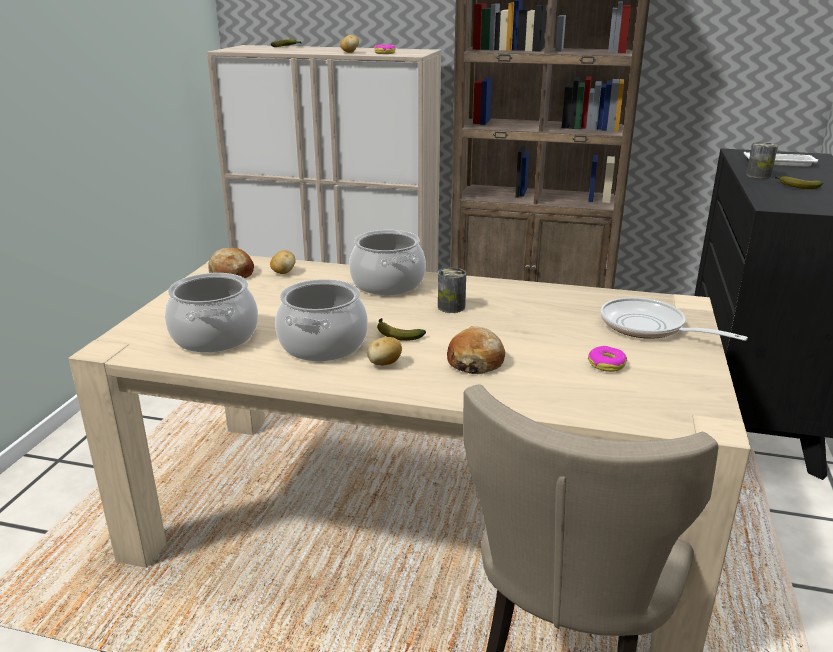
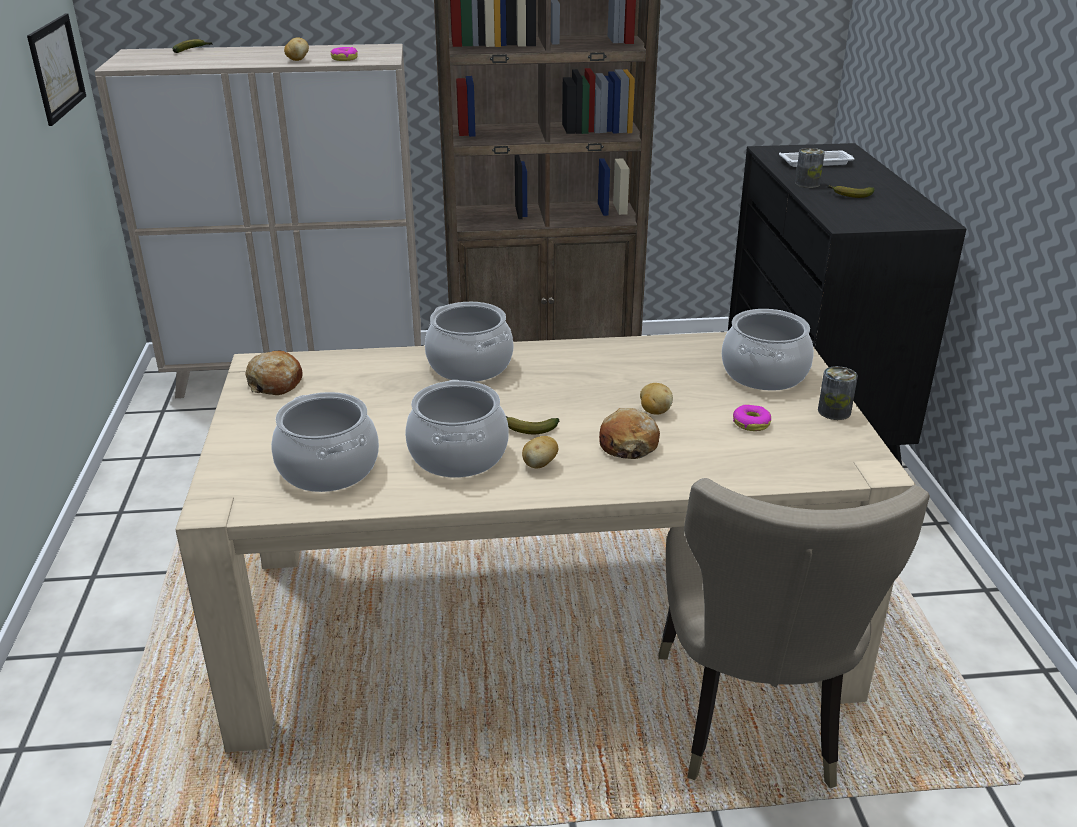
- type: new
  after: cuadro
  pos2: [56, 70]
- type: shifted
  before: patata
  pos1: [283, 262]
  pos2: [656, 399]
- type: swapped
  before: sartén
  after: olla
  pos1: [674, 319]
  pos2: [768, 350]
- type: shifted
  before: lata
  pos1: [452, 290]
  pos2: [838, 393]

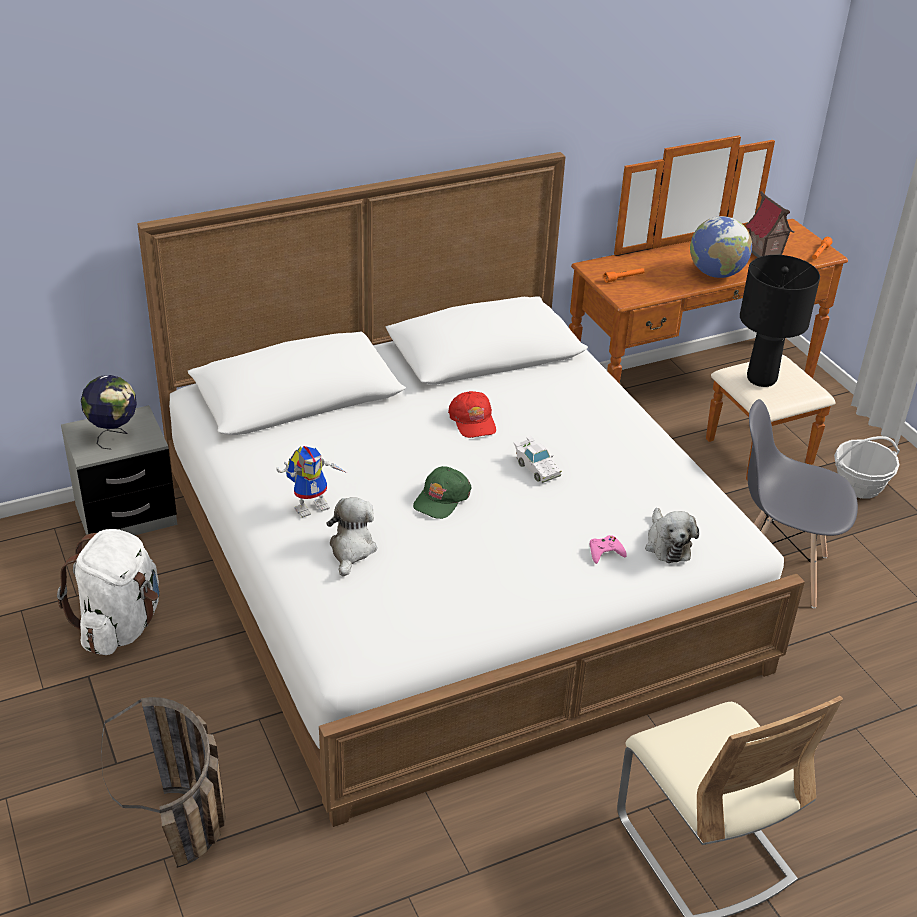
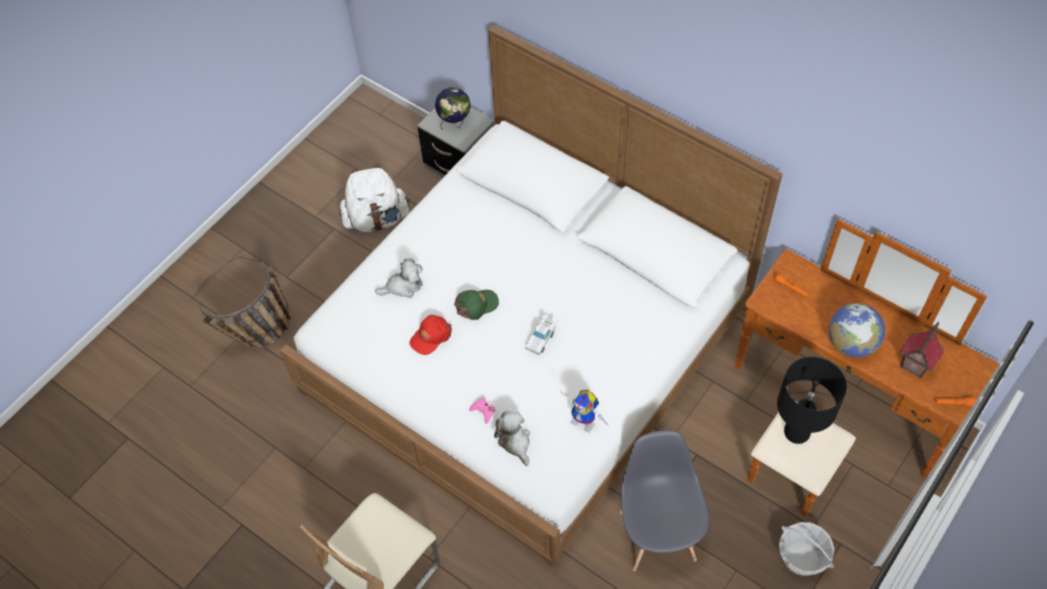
- type: shifted
  before: gorra (rojo)
  pos1: [472, 414]
  pos2: [431, 335]
- type: rotated
  before: gorra (verde)
  pos1: [442, 492]
  pos2: [476, 305]
  turn: 150
- type: rotated
  before: peluche
  pos1: [672, 535]
  pos2: [512, 438]
  turn: 105
- type: shifted
  before: robot de juguete
  pos1: [311, 482]
  pos2: [585, 410]

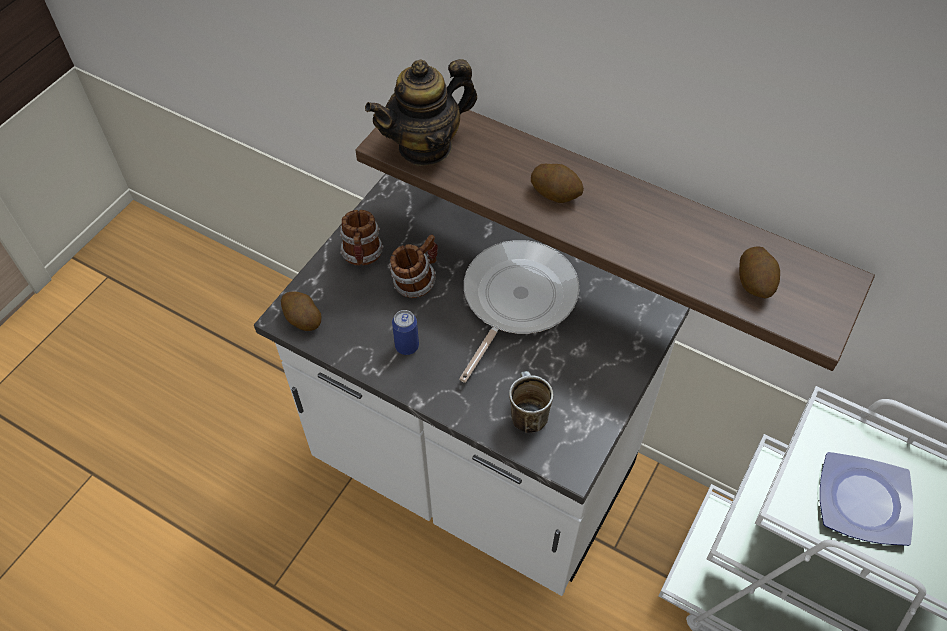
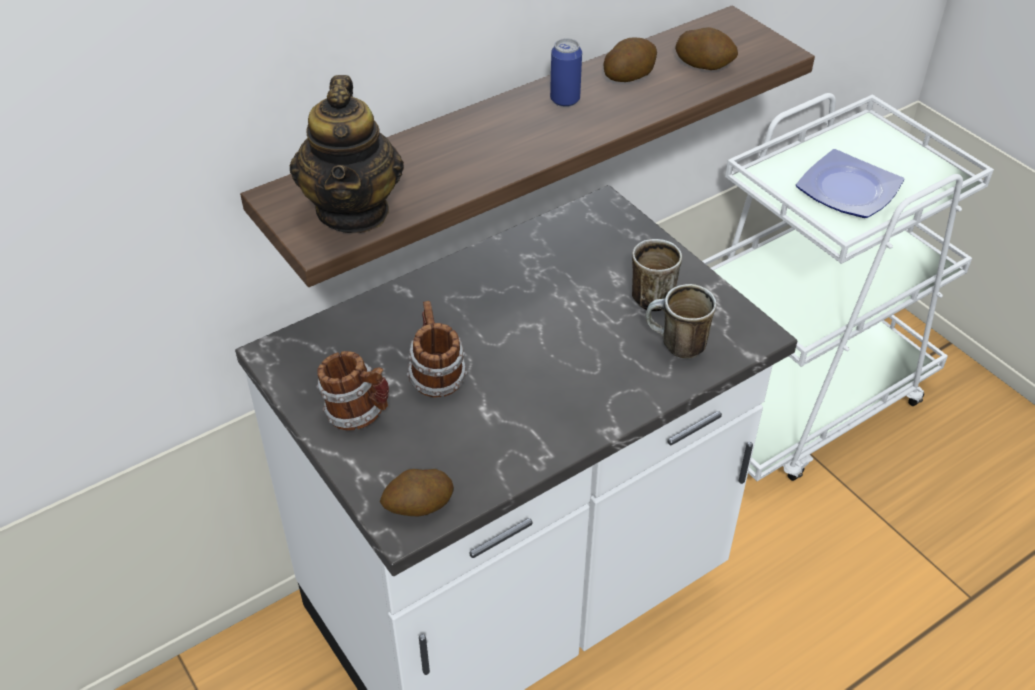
- type: shifted
  before: lata
  pos1: [405, 332]
  pos2: [566, 72]
- type: shifted
  before: patata
  pos1: [557, 183]
  pos2: [630, 59]
- type: new
  after: taza grande
  pos2: [657, 275]
- type: gone
  before: sartén
  pos1: [519, 311]

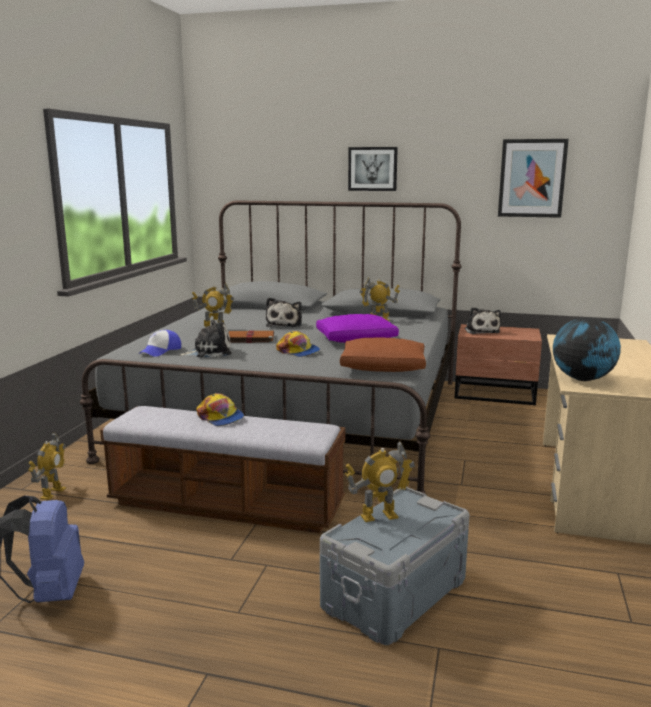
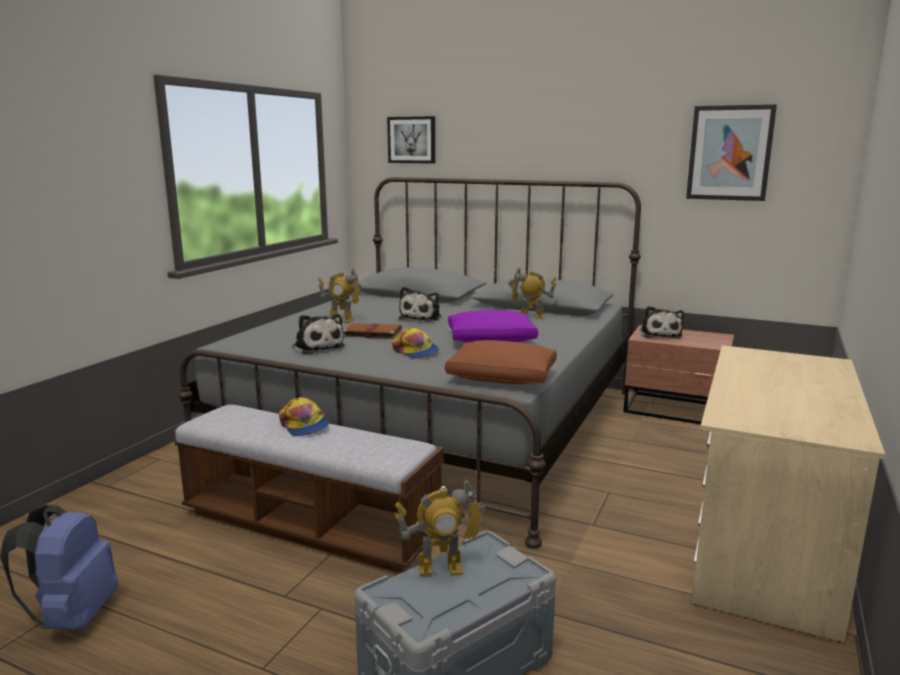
- type: rotated
  before: peluche
  pos1: [205, 339]
  pos2: [318, 334]
  turn: 60
- type: shifted
  before: cuadro
  pos1: [373, 169]
  pos2: [411, 140]
- type: gone
  before: robot de juguete
  pos1: [47, 466]
- type: gone
  before: gorra
  pos1: [160, 343]
- type: gone
  before: globo terráqueo
  pos1: [587, 349]

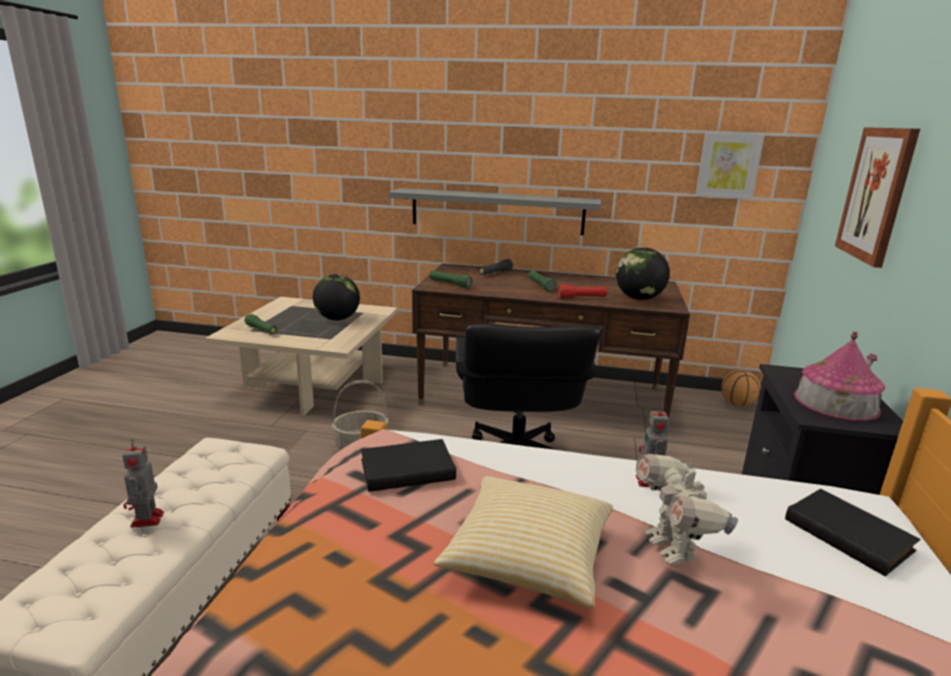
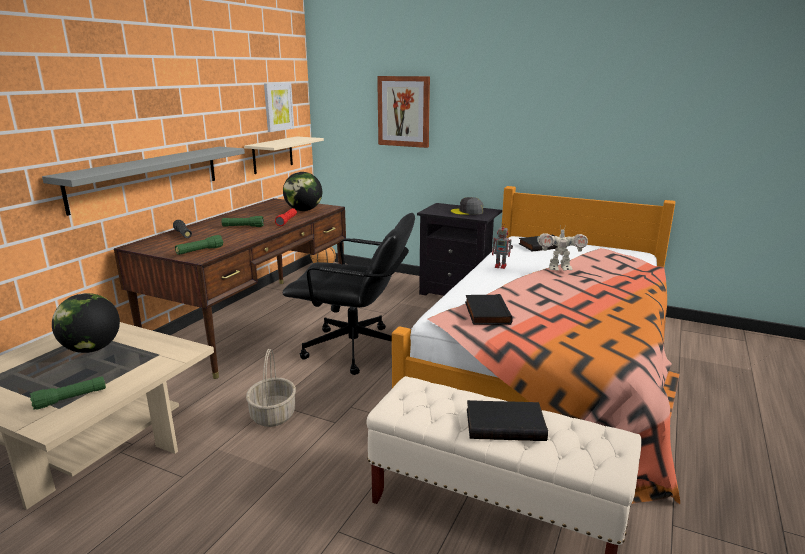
- type: new
  after: estante (beis)
  pos2: [284, 155]
- type: swapped
  before: casita
  after: gorra (gris)
  pos1: [840, 376]
  pos2: [467, 206]
- type: swapped
  before: robot de juguete
  after: libro (negro)
  pos1: [143, 483]
  pos2: [507, 420]
- type: gone
  before: cojín
  pos1: [523, 542]

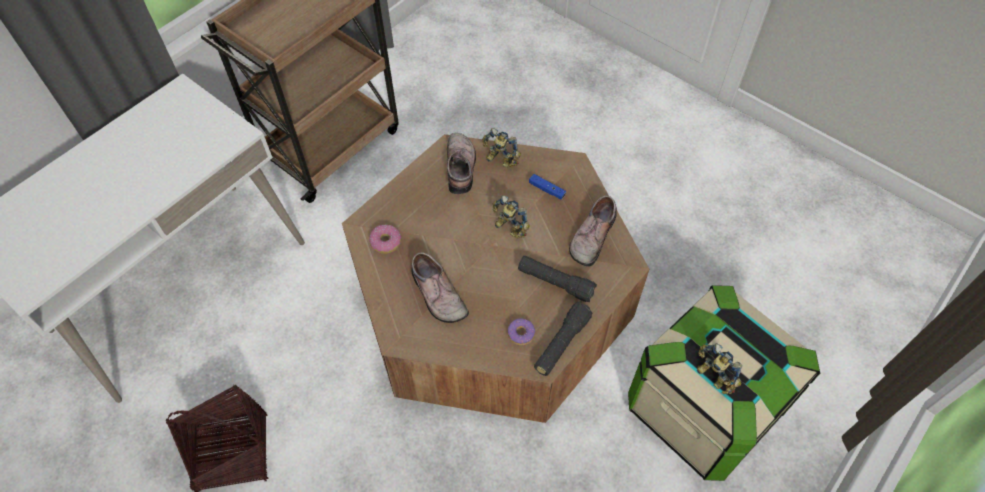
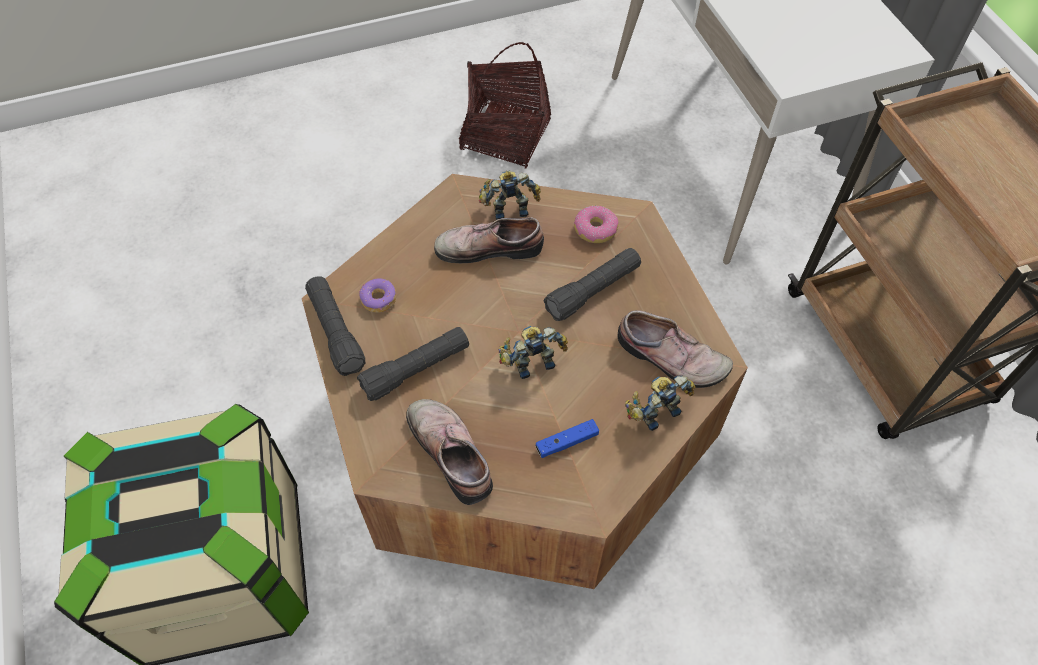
- type: shifted
  before: robot de juguete
  pos1: [719, 368]
  pos2: [510, 195]
- type: new
  after: linterna (negro)
  pos2: [592, 284]

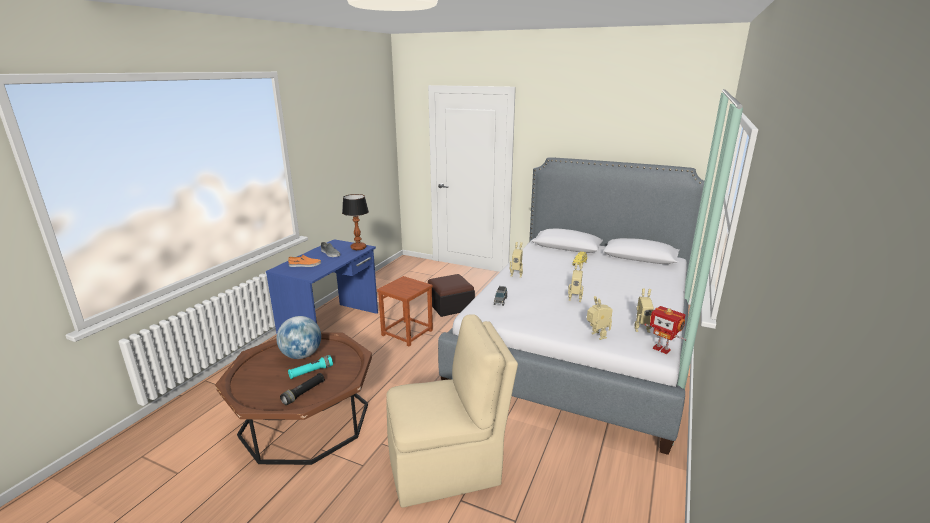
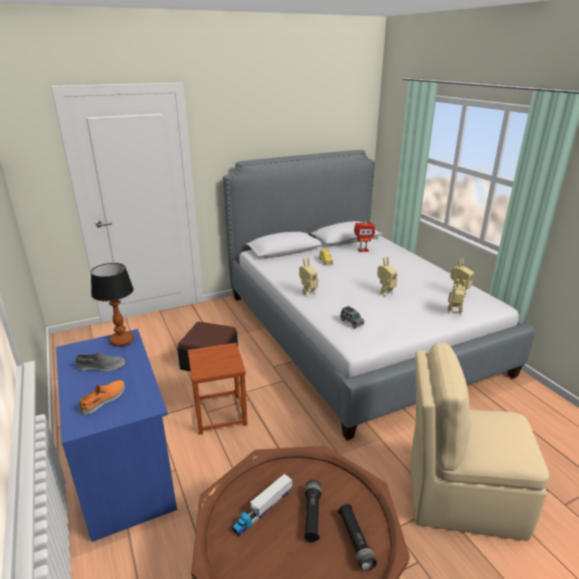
- type: swapped
  before: globo terráqueo
  after: camión de juguete
  pos1: [298, 337]
  pos2: [262, 505]
- type: repainted
  before: linterna (turquesa)
  after: linterna (negro)
  pos1: [310, 367]
  pos2: [312, 511]
- type: shifted
  before: robot de juguete
  pos1: [665, 330]
  pos2: [364, 237]
- type: rotated
  before: silla (beis)
  pos1: [452, 411]
  pos2: [479, 442]
  turn: -105

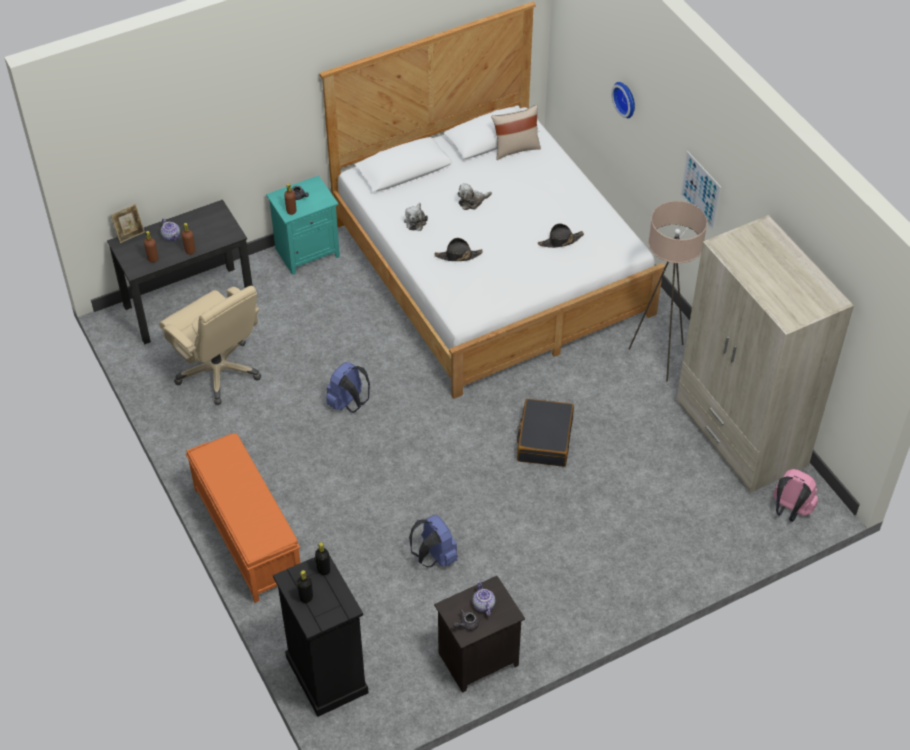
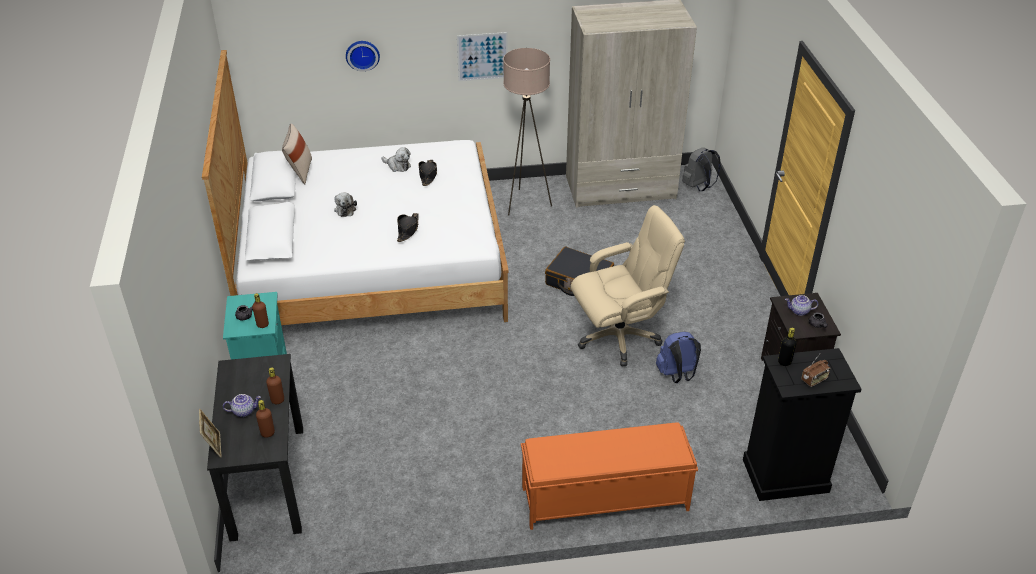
- type: shifted
  before: peluche
  pos1: [416, 217]
  pos2: [396, 159]
- type: shifted
  before: silla de oficina (beis)
  pos1: [210, 345]
  pos2: [628, 285]
- type: repainted
  before: mochila (rosa)
  after: mochila (gris)
  pos1: [795, 495]
  pos2: [701, 169]
- type: swapped
  before: botella (negro)
  after: radio
  pos1: [305, 586]
  pos2: [815, 370]
- type: gone
  before: mochila (azul)
  pos1: [348, 387]

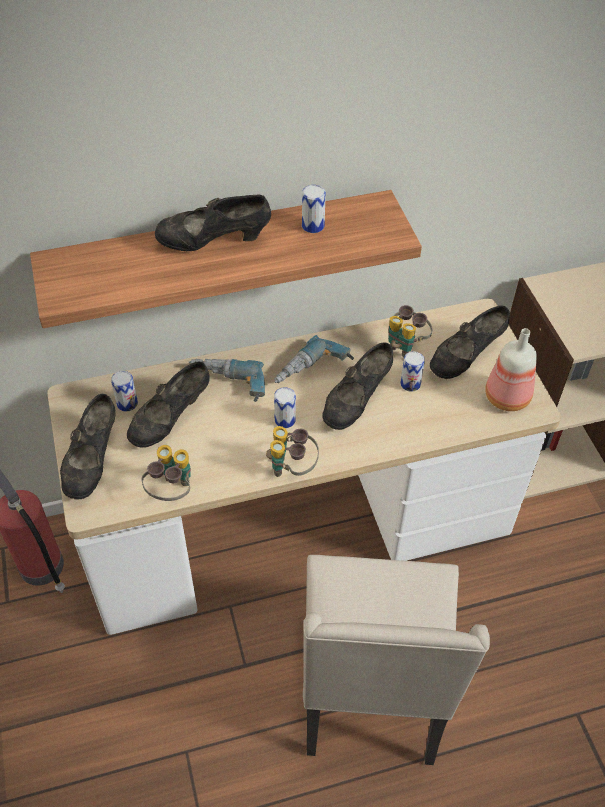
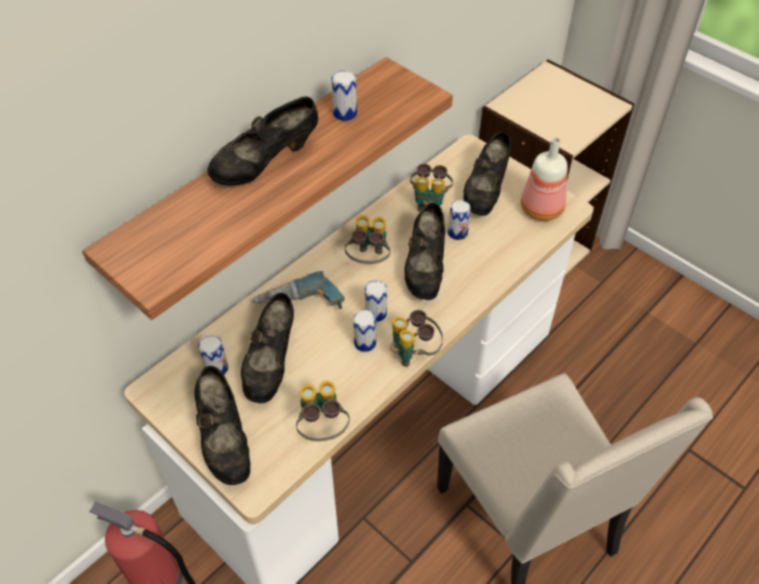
- type: swapped
  before: taladro
  after: prismáticos
  pos1: [314, 359]
  pos2: [367, 239]
- type: new
  after: lata
  pos2: [364, 331]

